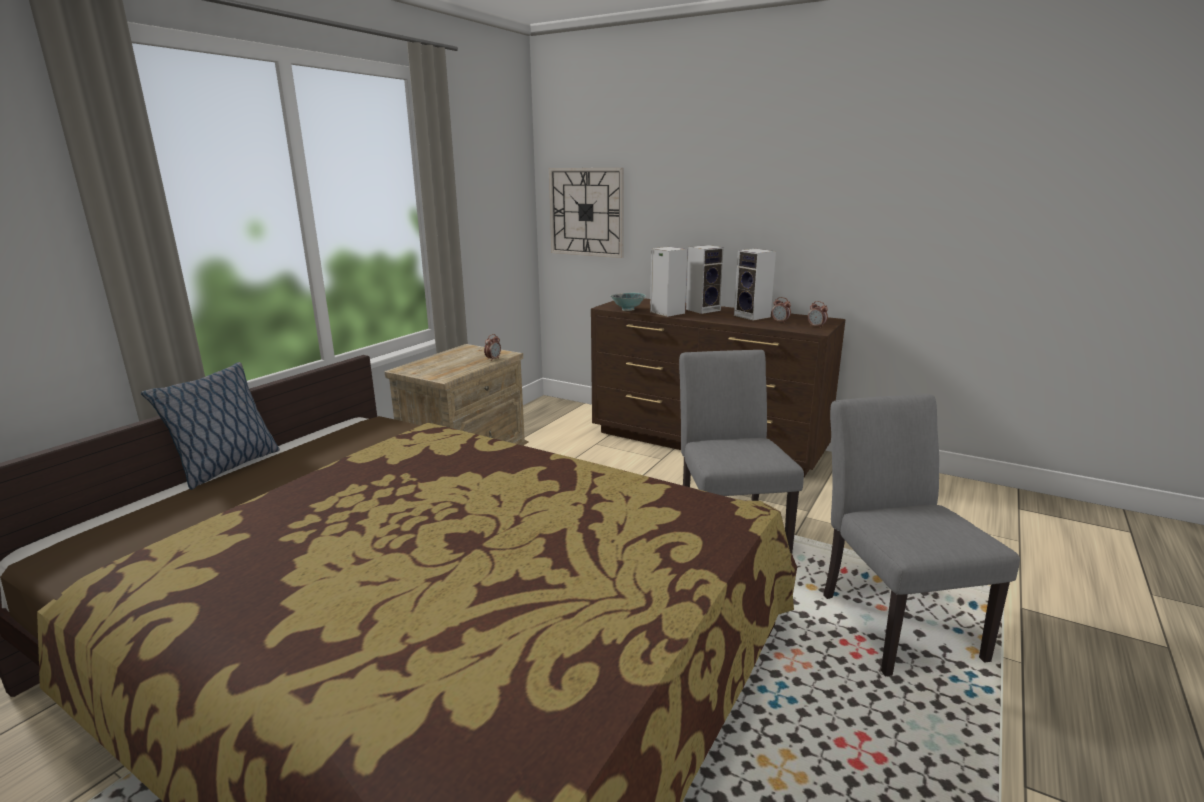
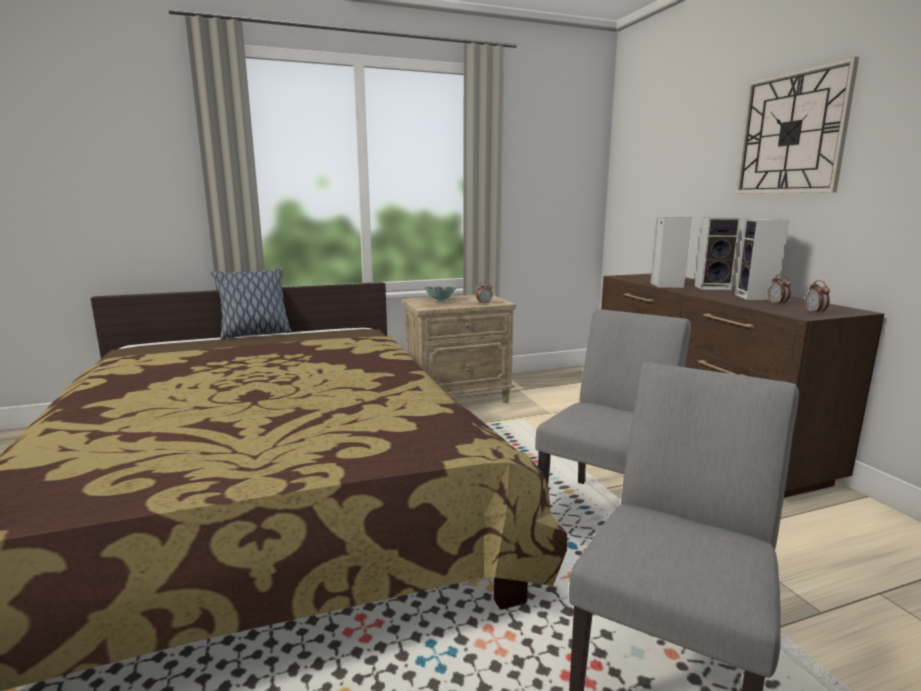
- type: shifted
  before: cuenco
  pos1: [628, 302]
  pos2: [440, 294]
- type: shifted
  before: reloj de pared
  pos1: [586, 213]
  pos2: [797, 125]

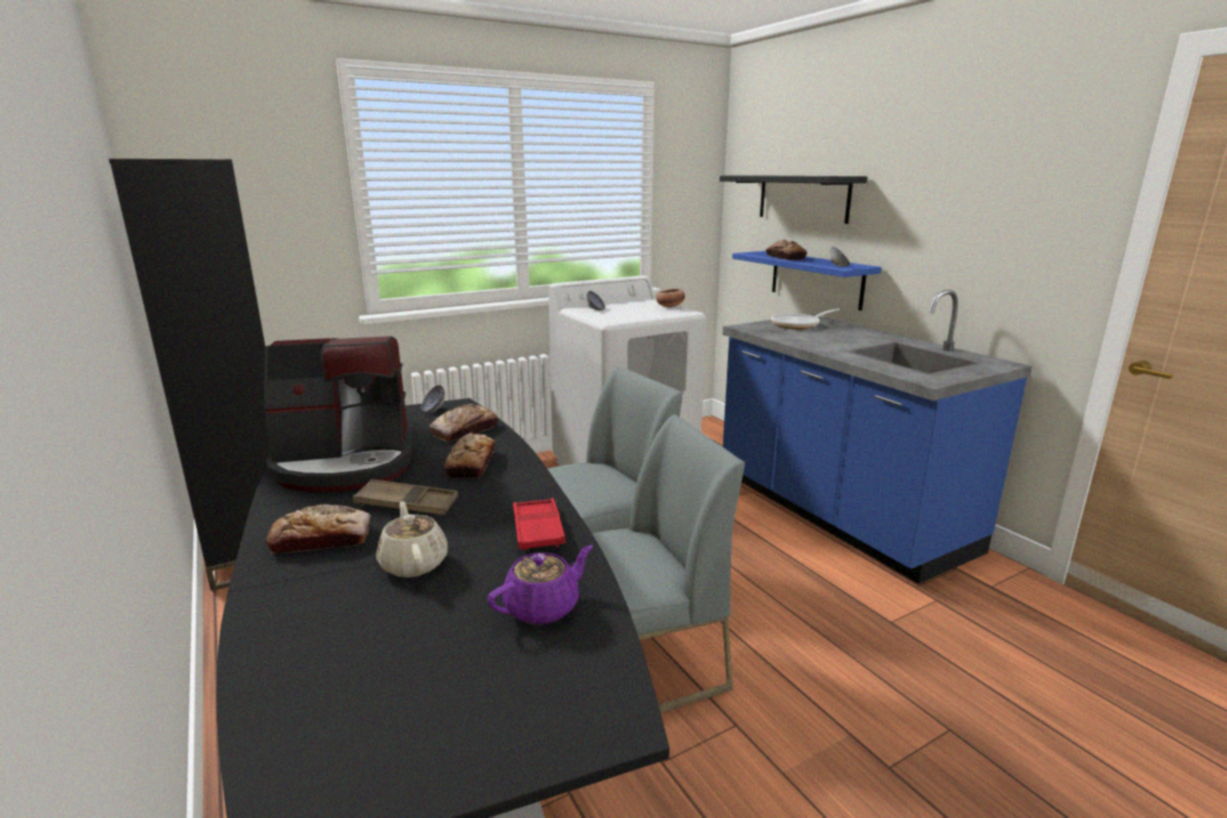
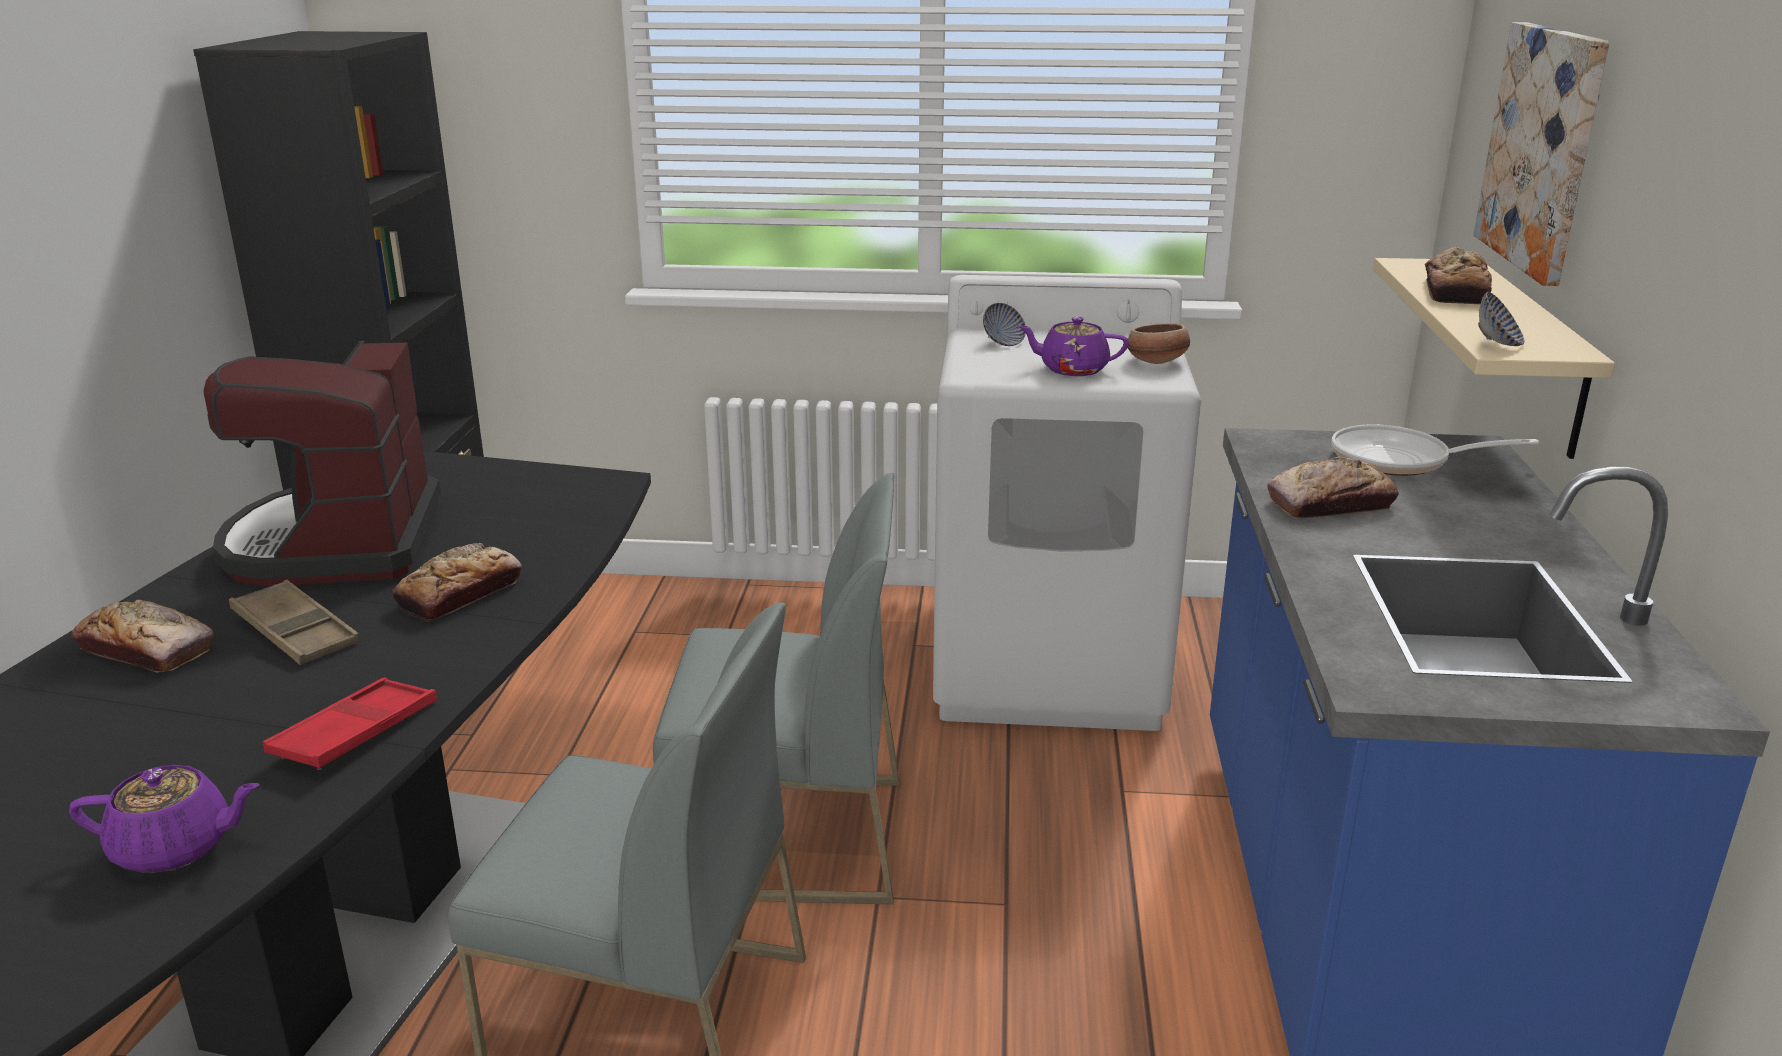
- type: rotated
  before: cafetera
  pos1: [339, 414]
  pos2: [322, 463]
  turn: 60
- type: new
  after: tetera (morado)
  pos2: [1073, 346]
- type: shifted
  before: pan
  pos1: [463, 423]
  pos2: [1333, 487]
- type: repainted
  before: estante (azul)
  after: estante (beis)
  pos1: [807, 281]
  pos2: [1494, 358]
- type: swapped
  before: estante (negro)
  after: cuadro
  pos1: [793, 199]
  pos2: [1542, 154]
- type: gone
  before: tetera (beis)
  pos1: [412, 539]
- type: gone
  before: cuenco
  pos1: [433, 398]

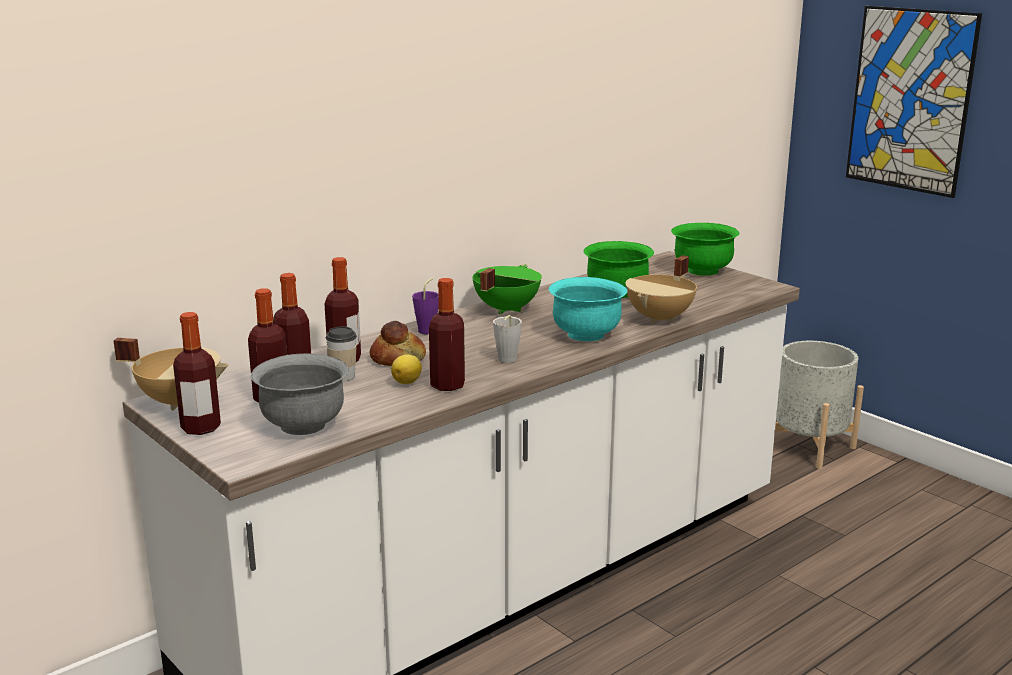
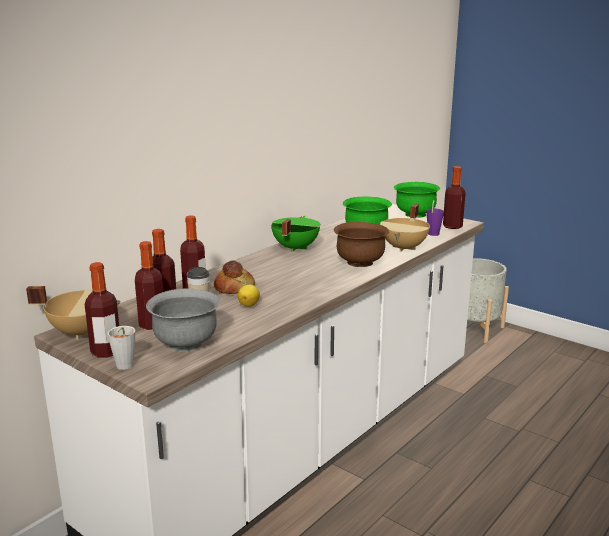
- type: shifted
  before: taza (gris)
  pos1: [507, 339]
  pos2: [121, 348]
- type: repainted
  before: cuenco (turquesa)
  after: cuenco (marrón)
  pos1: [588, 309]
  pos2: [361, 244]
- type: shifted
  before: taza (morado)
  pos1: [425, 306]
  pos2: [435, 218]
- type: shifted
  before: botella
  pos1: [447, 334]
  pos2: [454, 197]
- type: gone
  before: cuadro
  pos1: [914, 102]

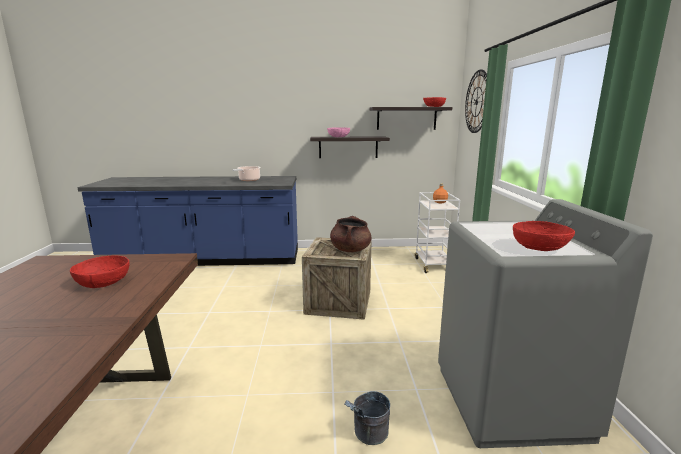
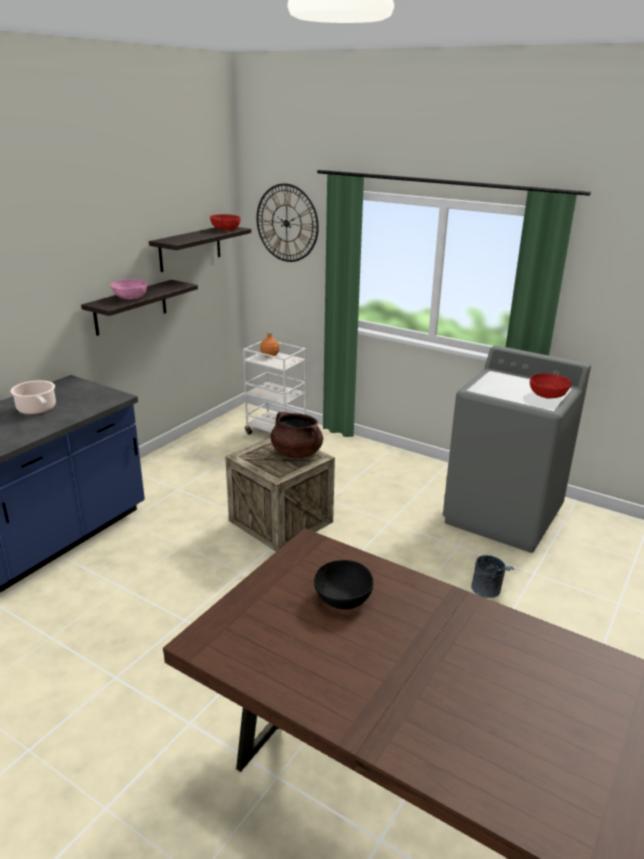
- type: repainted
  before: cuenco (rojo)
  after: cuenco (negro)
  pos1: [100, 271]
  pos2: [343, 585]

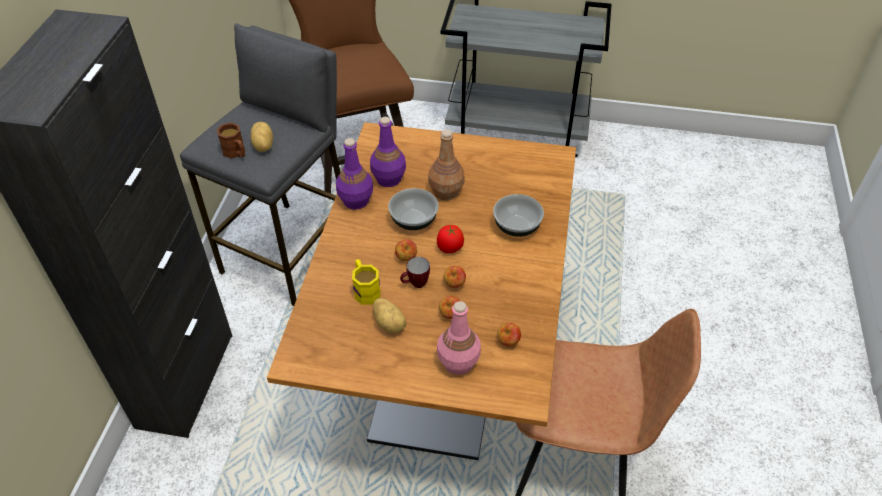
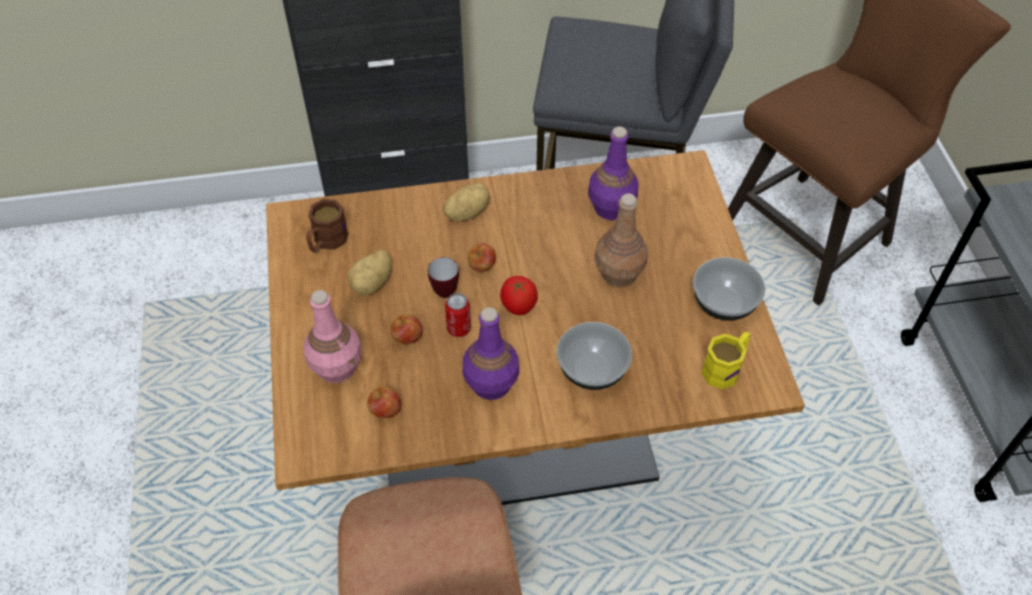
- type: shifted
  before: taza grande (marrón)
  pos1: [231, 140]
  pos2: [327, 226]
- type: shifted
  before: patata
  pos1: [262, 137]
  pos2: [466, 202]
- type: swapped
  before: manzana
  after: lata
  pos1: [454, 277]
  pos2: [458, 315]
- type: shifted
  before: botella (morado)
  pos1: [354, 174]
  pos2: [491, 353]
- type: shifted
  before: cuenco
  pos1: [413, 209]
  pos2: [729, 289]
- type: shifted
  before: taza grande (amarillo)
  pos1: [366, 282]
  pos2: [725, 360]

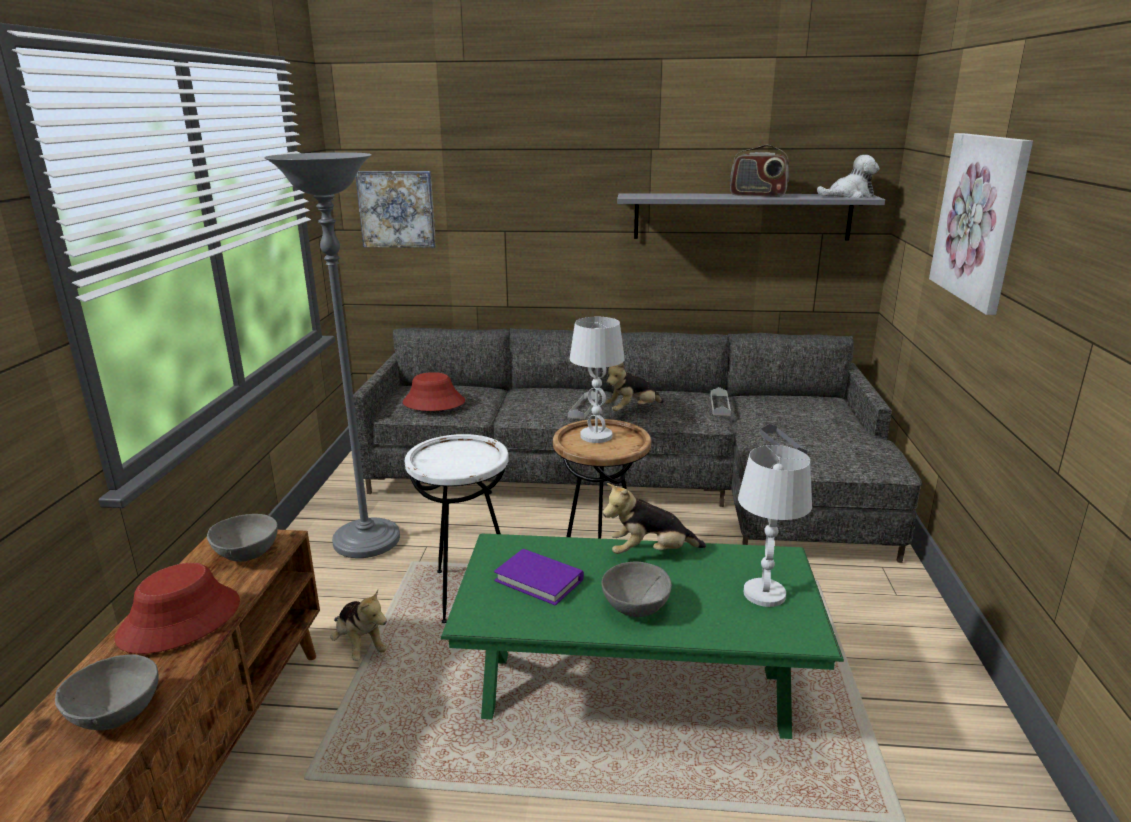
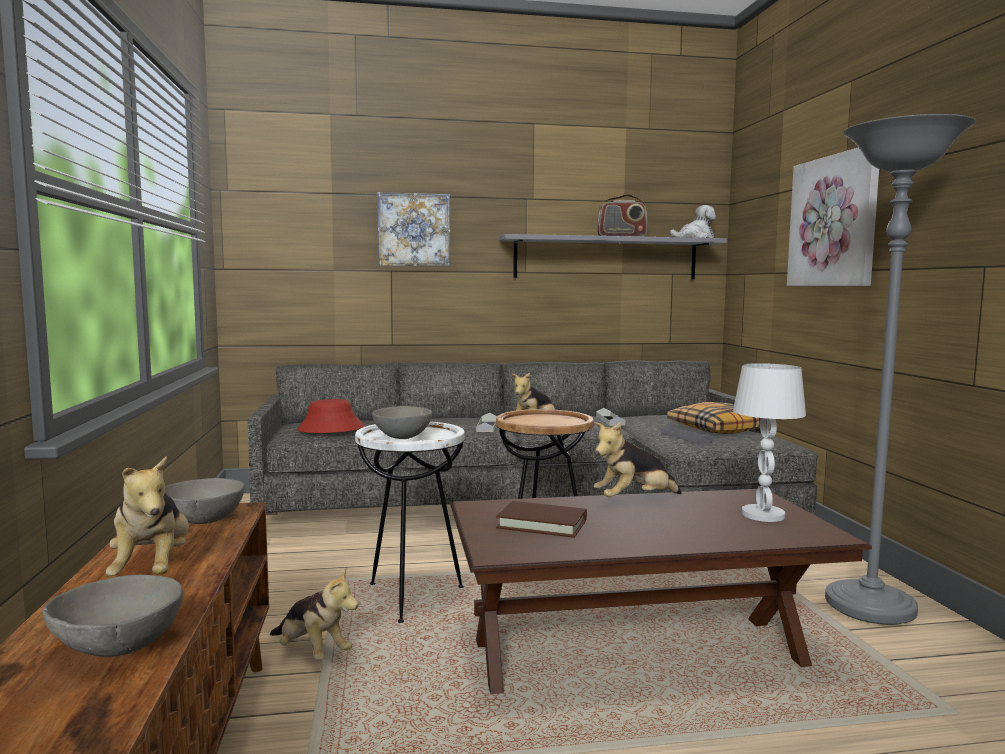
- type: swapped
  before: sombrero (rojo)
  after: peluche
  pos1: [177, 608]
  pos2: [147, 516]
- type: shifted
  before: cuenco (gris)
  pos1: [637, 589]
  pos2: [402, 422]
- type: shifted
  before: cuadro
  pos1: [396, 209]
  pos2: [413, 229]
- type: repainted
  before: mesa de centro (verde)
  after: mesa de centro (marrón)
  pos1: [642, 636]
  pos2: [661, 591]
- type: repainted
  before: libro (morado)
  after: libro (marrón)
  pos1: [539, 577]
  pos2: [541, 519]
- type: new
  after: cojín
  pos2: [717, 418]
- type: shifted
  before: lámpara de pie (gris)
  pos1: [332, 355]
  pos2: [900, 369]
- type: gone
  before: lámpara de mesa (blanco)
  pos1: [597, 380]

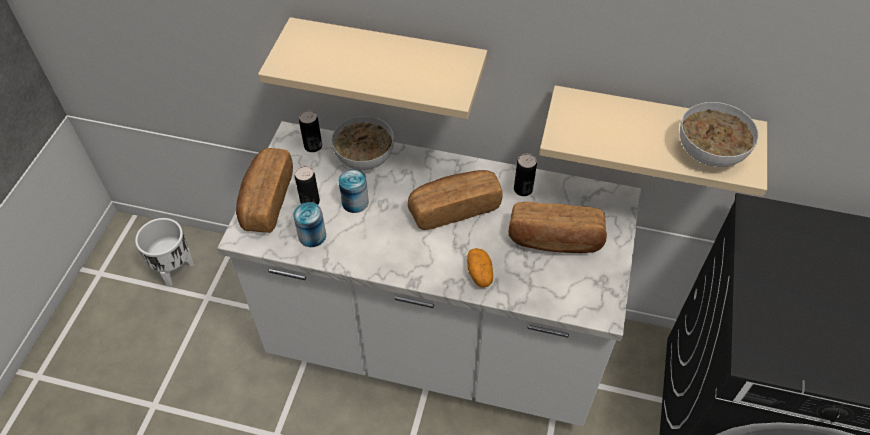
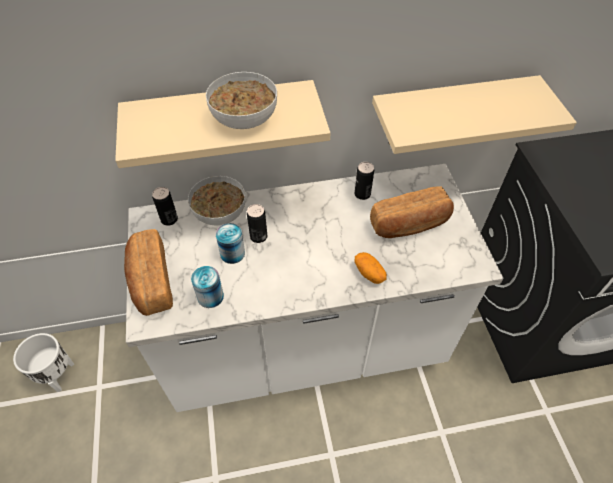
- type: shifted
  before: cuenco
  pos1: [719, 134]
  pos2: [241, 100]
- type: shifted
  before: lata
  pos1: [307, 185]
  pos2: [257, 223]
- type: gone
  before: pan
  pos1: [455, 200]

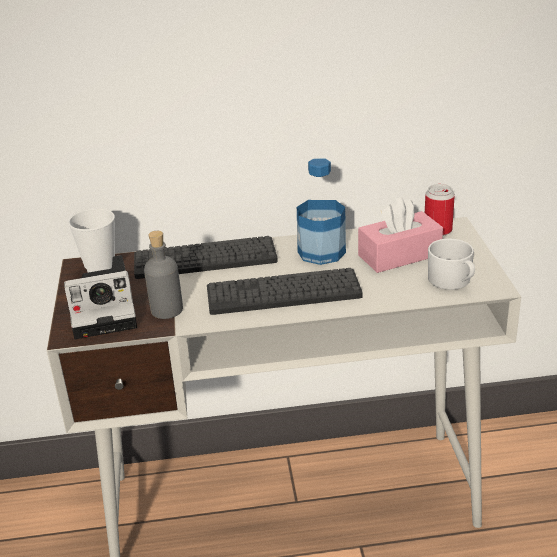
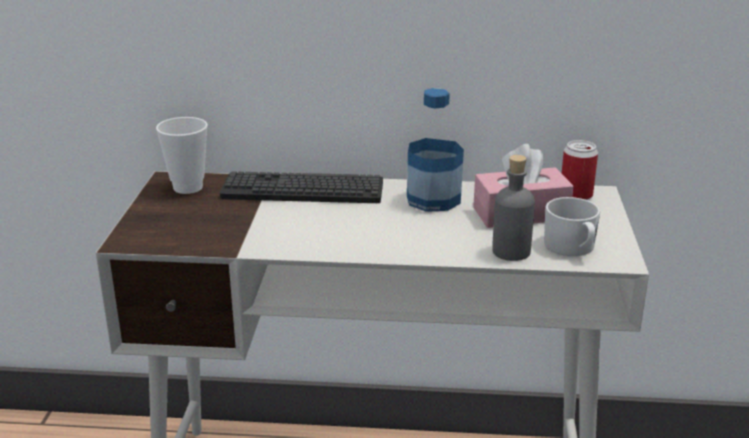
- type: shifted
  before: botella (gris)
  pos1: [163, 275]
  pos2: [513, 208]
- type: gone
  before: cámara
  pos1: [100, 297]
- type: gone
  before: teclado
  pos1: [284, 291]

